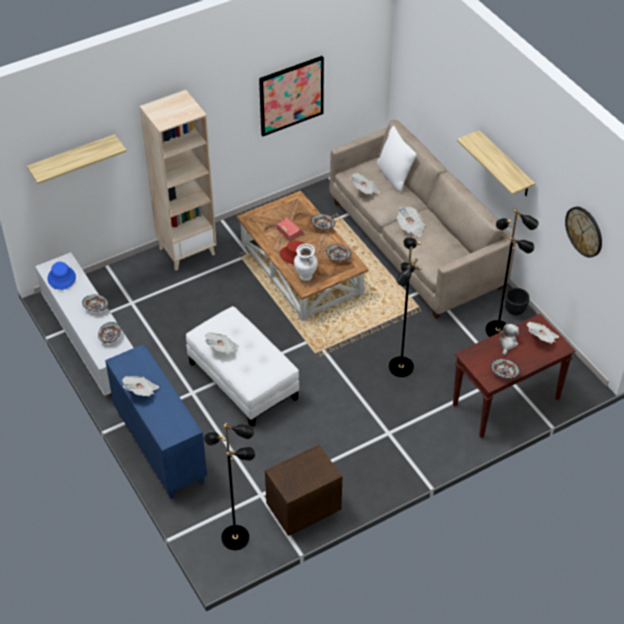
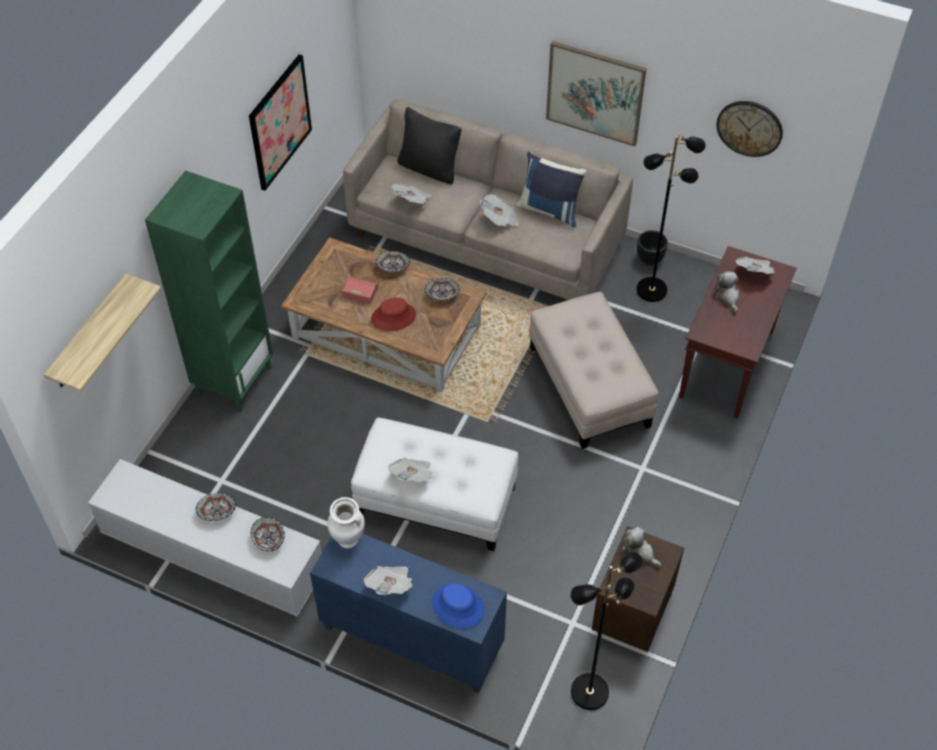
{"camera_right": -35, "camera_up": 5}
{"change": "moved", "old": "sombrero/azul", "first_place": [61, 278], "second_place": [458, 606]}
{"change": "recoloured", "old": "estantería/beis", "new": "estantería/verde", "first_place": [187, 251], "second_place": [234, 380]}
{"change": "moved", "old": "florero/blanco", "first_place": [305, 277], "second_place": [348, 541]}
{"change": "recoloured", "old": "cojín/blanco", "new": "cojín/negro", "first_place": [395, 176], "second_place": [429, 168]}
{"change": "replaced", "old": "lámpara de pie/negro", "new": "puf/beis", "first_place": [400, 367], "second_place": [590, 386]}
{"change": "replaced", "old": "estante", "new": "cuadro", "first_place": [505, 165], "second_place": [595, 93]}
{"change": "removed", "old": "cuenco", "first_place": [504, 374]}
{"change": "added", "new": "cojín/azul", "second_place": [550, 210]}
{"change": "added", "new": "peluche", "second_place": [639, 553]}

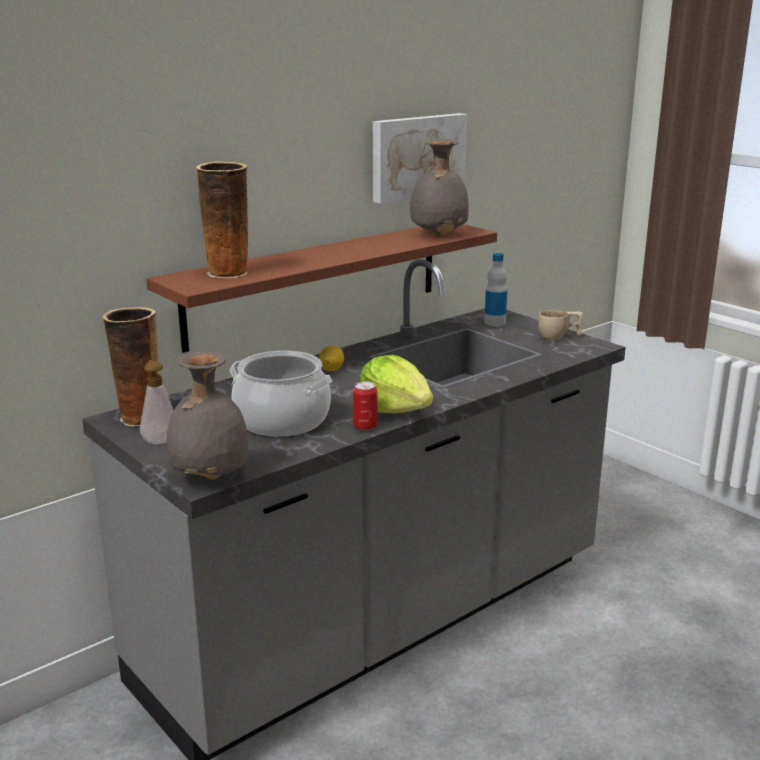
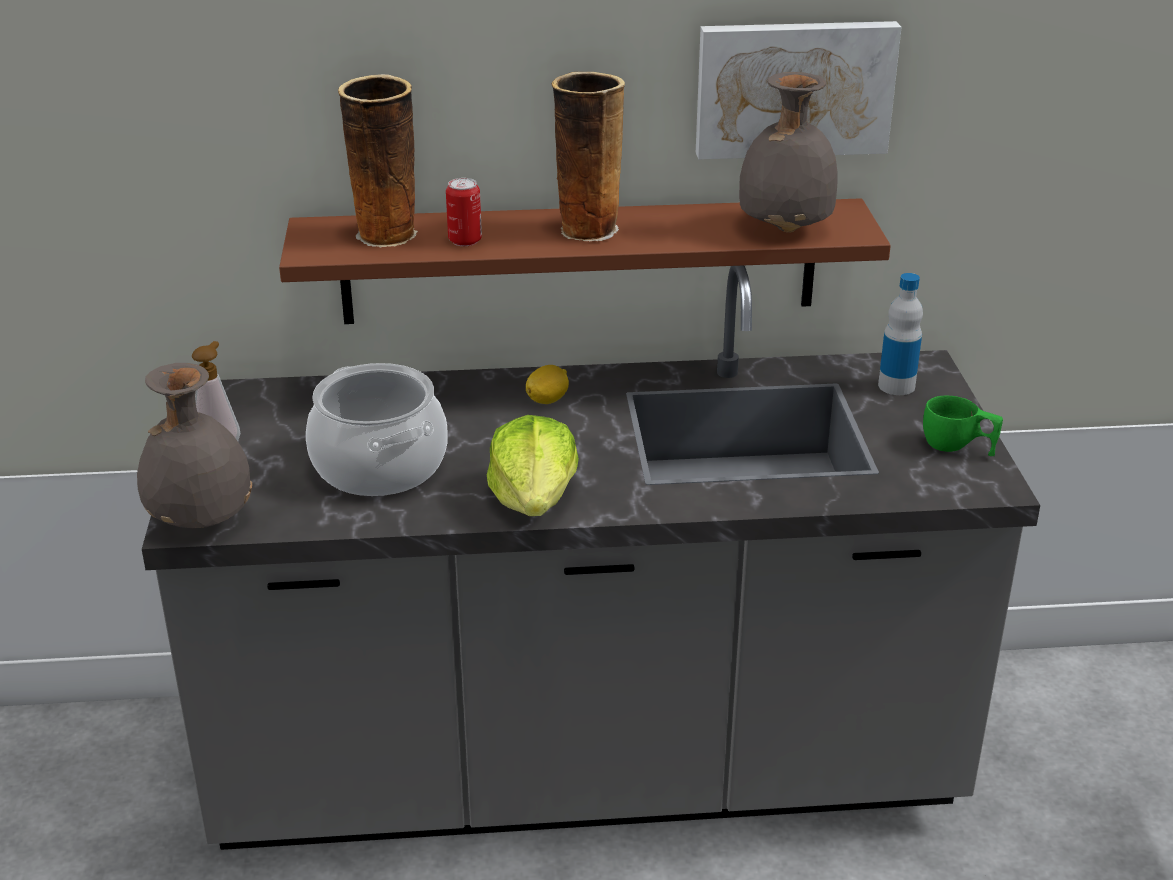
{"camera_right": 35, "camera_up": 10}
{"change": "moved", "old": "florero", "first_place": [139, 417], "second_place": [587, 229]}
{"change": "moved", "old": "lata", "first_place": [365, 426], "second_place": [465, 241]}
{"change": "recoloured", "old": "taza/beis", "new": "taza/verde", "first_place": [559, 336], "second_place": [958, 447]}

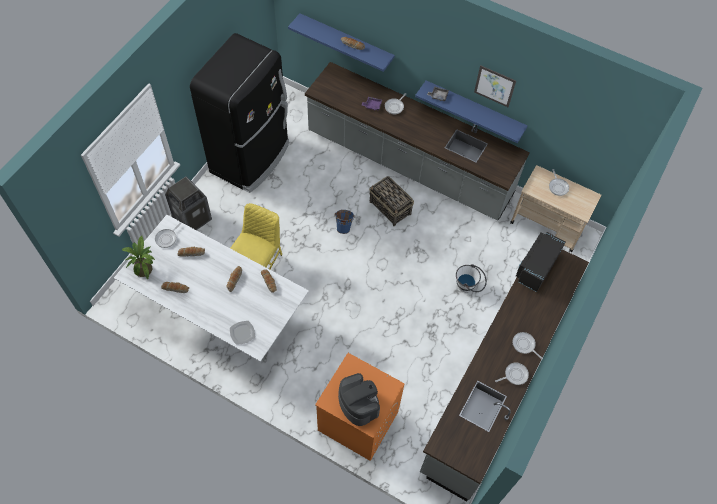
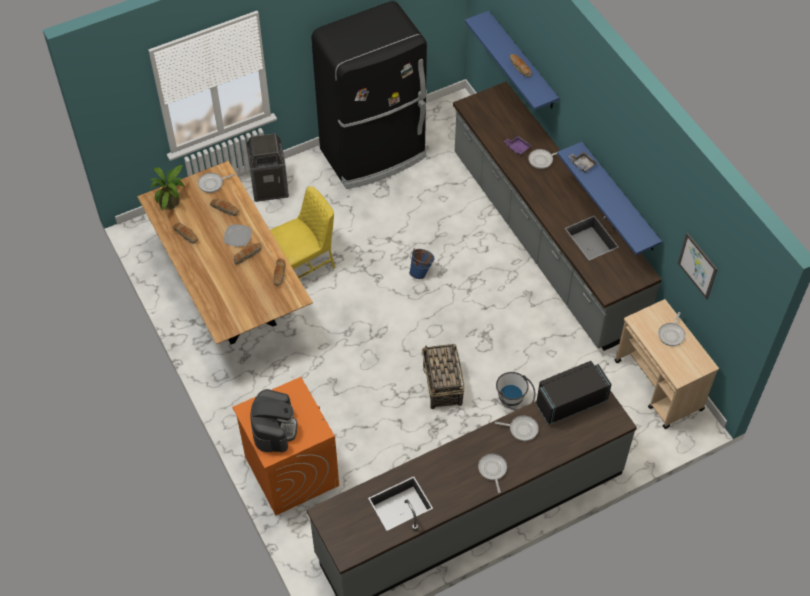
{"camera_right": 35, "camera_up": -5}
{"change": "recoloured", "old": "mesa de comedor/blanco", "new": "mesa de comedor/marrón", "first_place": [219, 313], "second_place": [230, 292]}
{"change": "moved", "old": "plato", "first_place": [242, 333], "second_place": [237, 236]}
{"change": "moved", "old": "cesta", "first_place": [390, 208], "second_place": [442, 385]}
{"change": "moved", "old": "cuadro", "first_place": [494, 86], "second_place": [697, 266]}
{"change": "moved", "old": "sartén", "first_place": [514, 375], "second_place": [521, 429]}

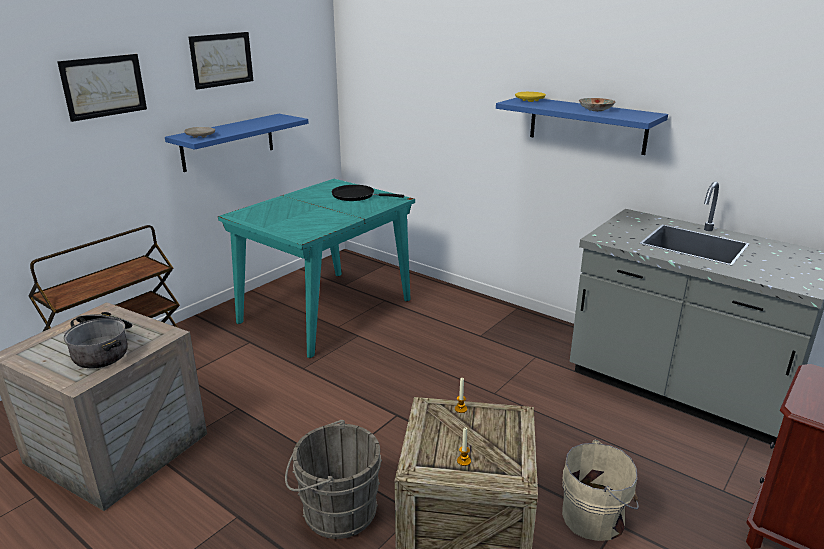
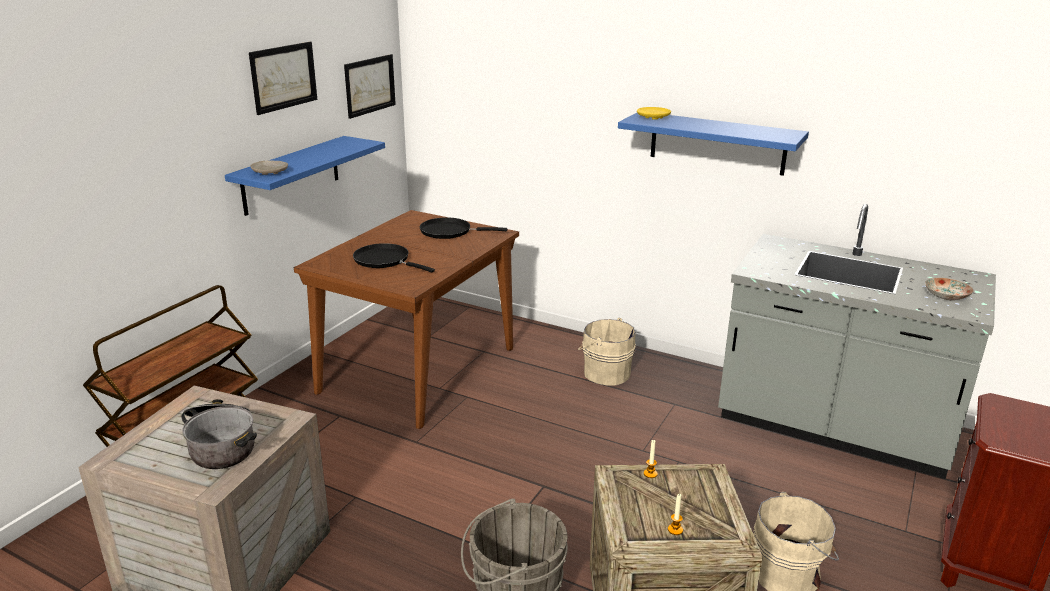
{"camera_right": -10, "camera_up": 0}
{"change": "moved", "old": "cuadro", "first_place": [104, 86], "second_place": [370, 85]}
{"change": "recoloured", "old": "mesa de comedor/turquesa", "new": "mesa de comedor/marrón", "first_place": [327, 310], "second_place": [419, 368]}
{"change": "moved", "old": "plato", "first_place": [595, 110], "second_place": [946, 296]}
{"change": "added", "new": "sartén/negro", "second_place": [385, 260]}
{"change": "added", "new": "cubo/beis", "second_place": [605, 372]}

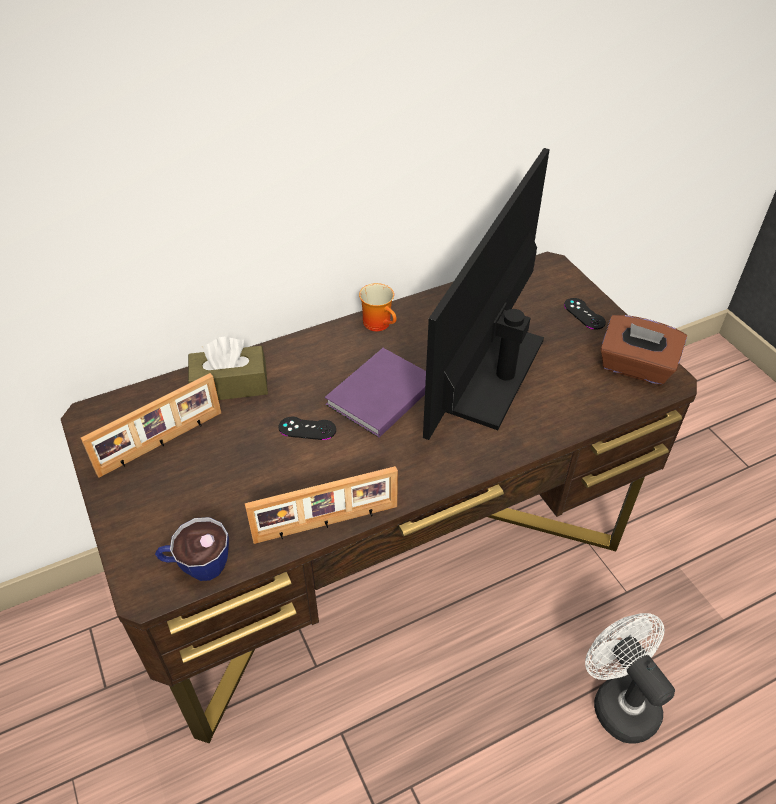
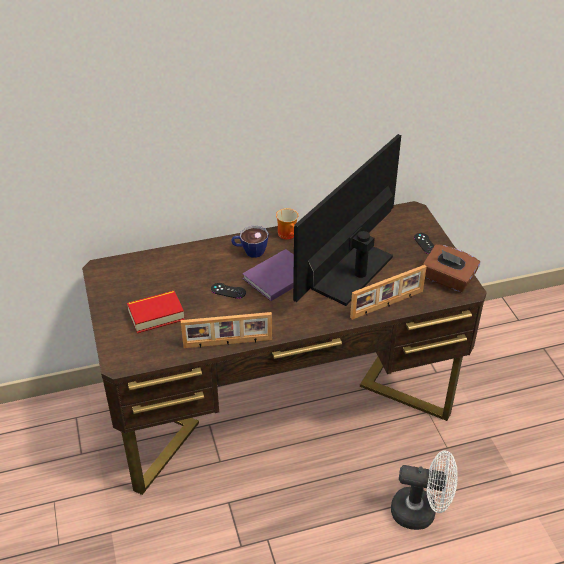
{"camera_right": 10, "camera_up": -5}
{"change": "moved", "old": "portarretratos", "first_place": [162, 444], "second_place": [387, 305]}
{"change": "moved", "old": "taza", "first_place": [197, 565], "second_place": [250, 251]}
{"change": "removed", "old": "caja de pañuelos/marrón", "first_place": [230, 385]}
{"change": "turned", "old": "ventilador/blanco", "first_place": [618, 700], "second_place": [421, 512], "degrees": 120}
{"change": "added", "new": "libro", "second_place": [156, 315]}

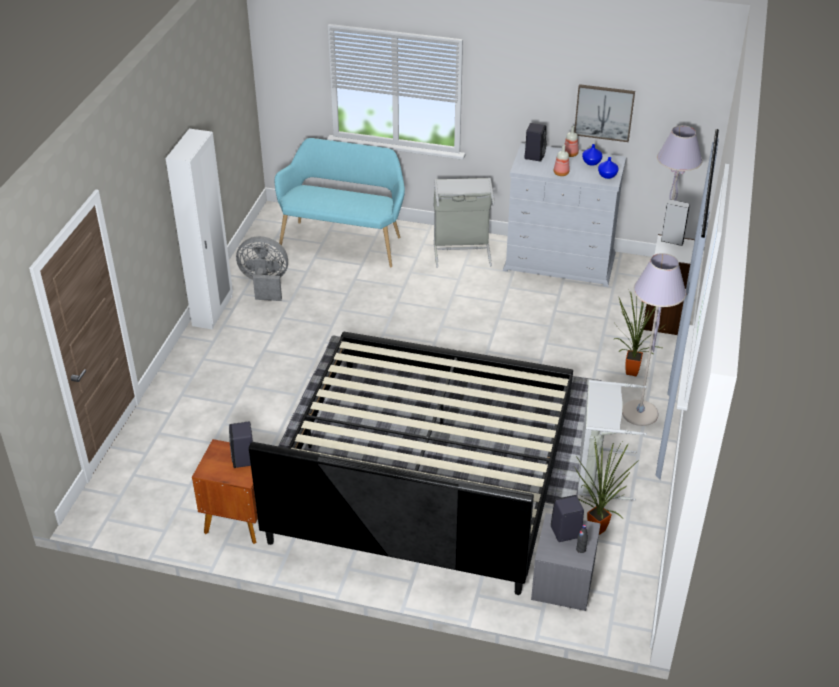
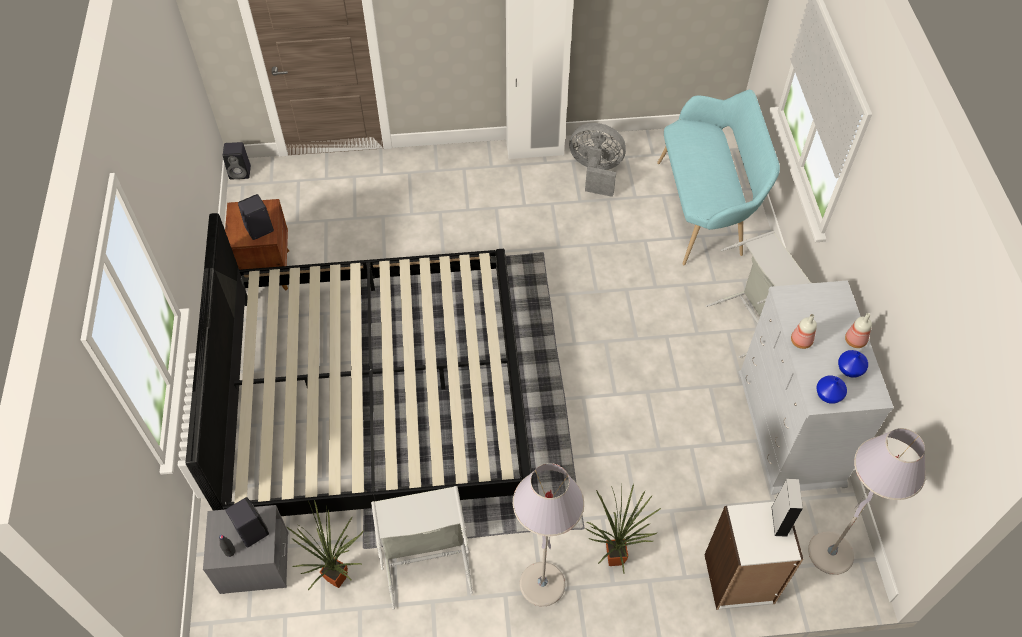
{"camera_right": 70, "camera_up": 15}
{"change": "turned", "old": "ventilador/gris", "first_place": [265, 284], "second_place": [595, 172], "degrees": -60}
{"change": "moved", "old": "altavoz/negro", "first_place": [534, 155], "second_place": [241, 172]}
{"change": "removed", "old": "cuadro", "first_place": [604, 112]}

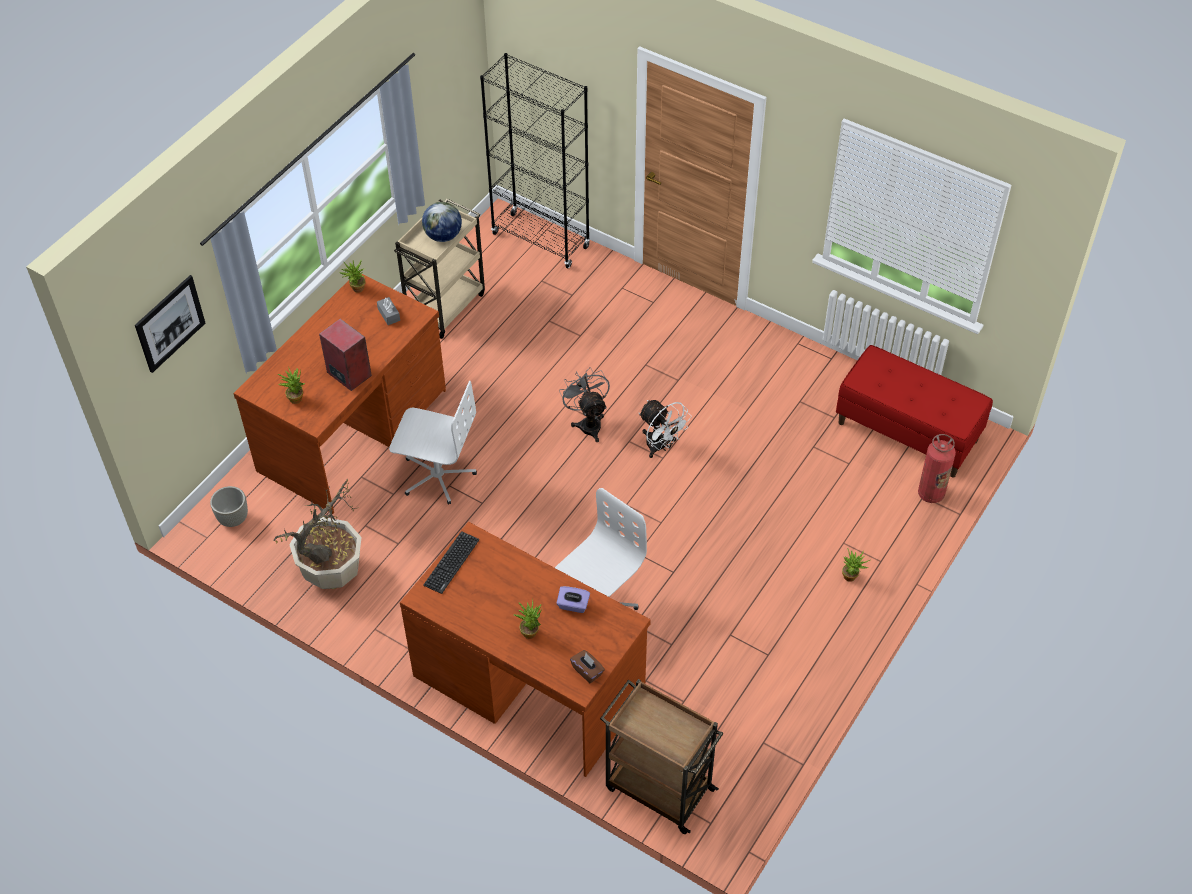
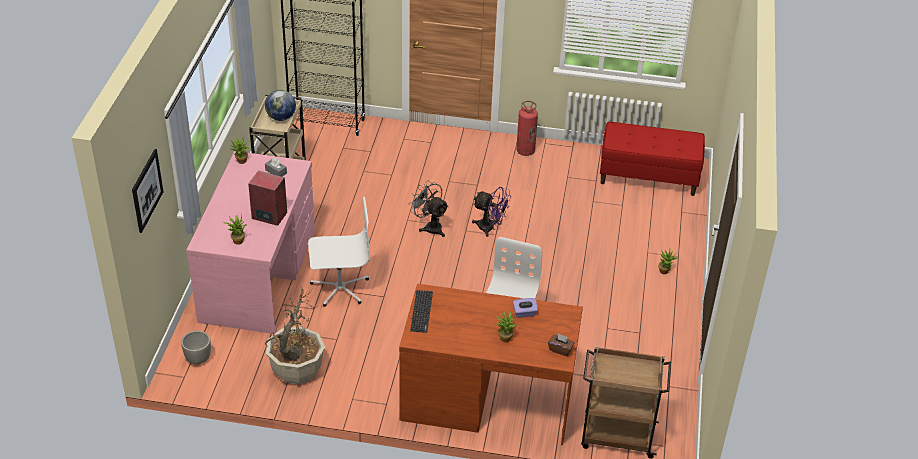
{"camera_right": -25, "camera_up": -10}
{"change": "recoloured", "old": "escritorio/marrón", "new": "escritorio/rosa", "first_place": [354, 430], "second_place": [259, 276]}
{"change": "recoloured", "old": "ventilador/blanco", "new": "ventilador/morado", "first_place": [661, 447], "second_place": [490, 228]}
{"change": "moved", "old": "extintor", "first_place": [931, 493], "second_place": [525, 151]}

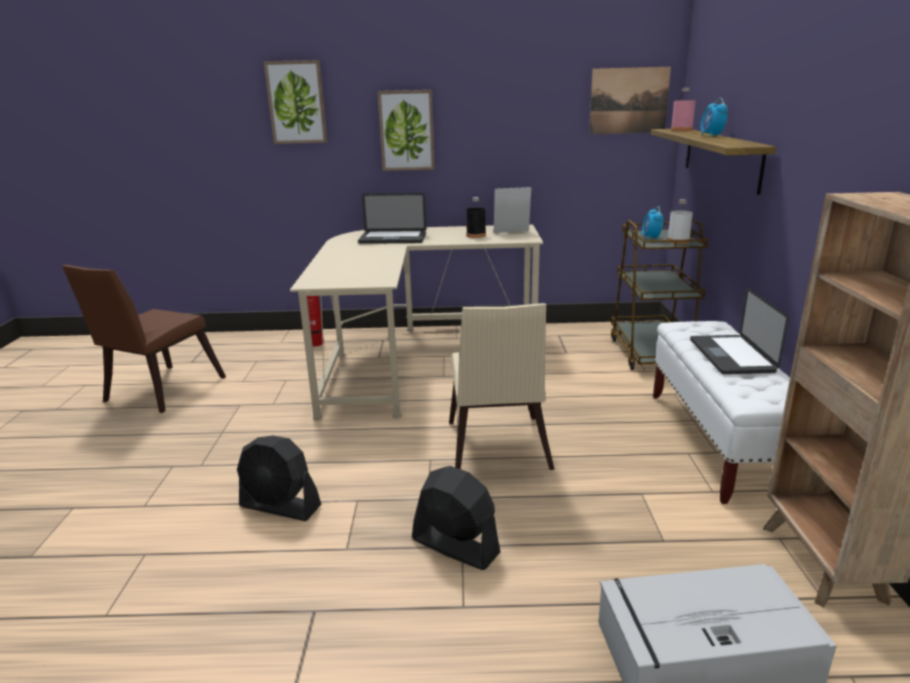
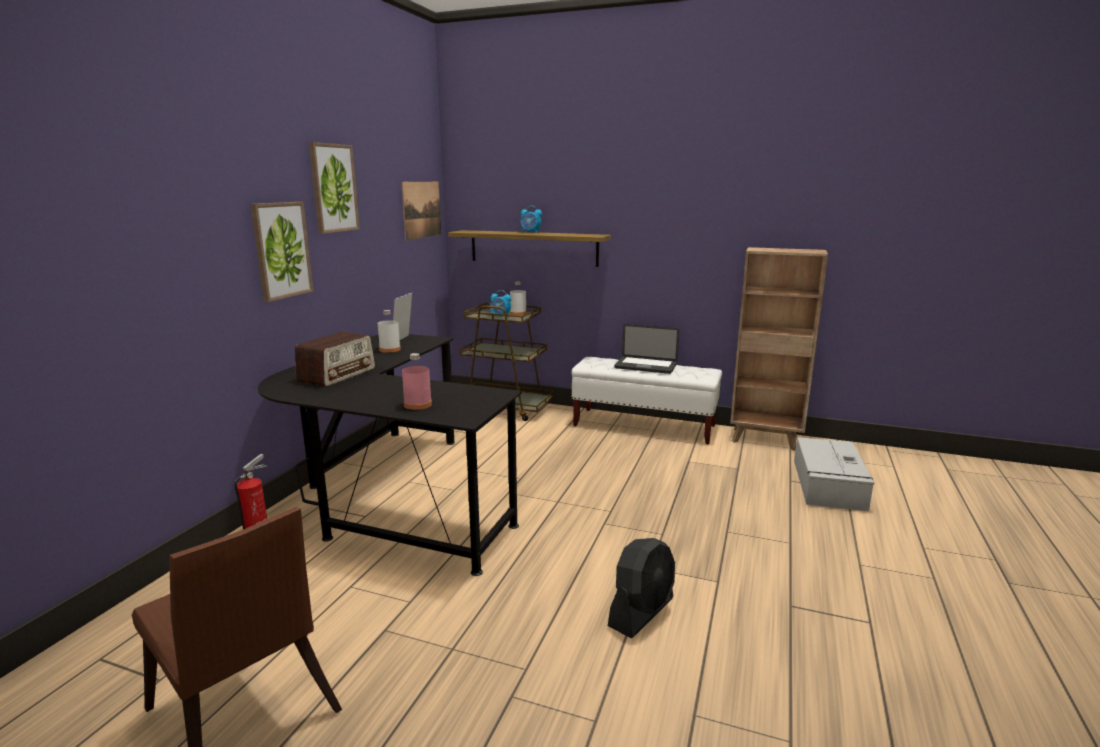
{"camera_right": -70, "camera_up": -5}
{"change": "moved", "old": "cuadro", "first_place": [296, 102], "second_place": [333, 188]}
{"change": "recoloured", "old": "escritorio/beis", "new": "escritorio/negro", "first_place": [414, 357], "second_place": [391, 496]}
{"change": "replaced", "old": "portátil", "new": "radio", "first_place": [393, 239], "second_place": [338, 375]}
{"change": "removed", "old": "ventilador/negro", "first_place": [455, 546]}
{"change": "removed", "old": "silla/beis", "first_place": [496, 450]}
{"change": "recoloured", "old": "botella/negro", "new": "botella/blanco", "first_place": [476, 235], "second_place": [390, 349]}
{"change": "moved", "old": "botella/rosa", "first_place": [681, 130], "second_place": [417, 405]}

